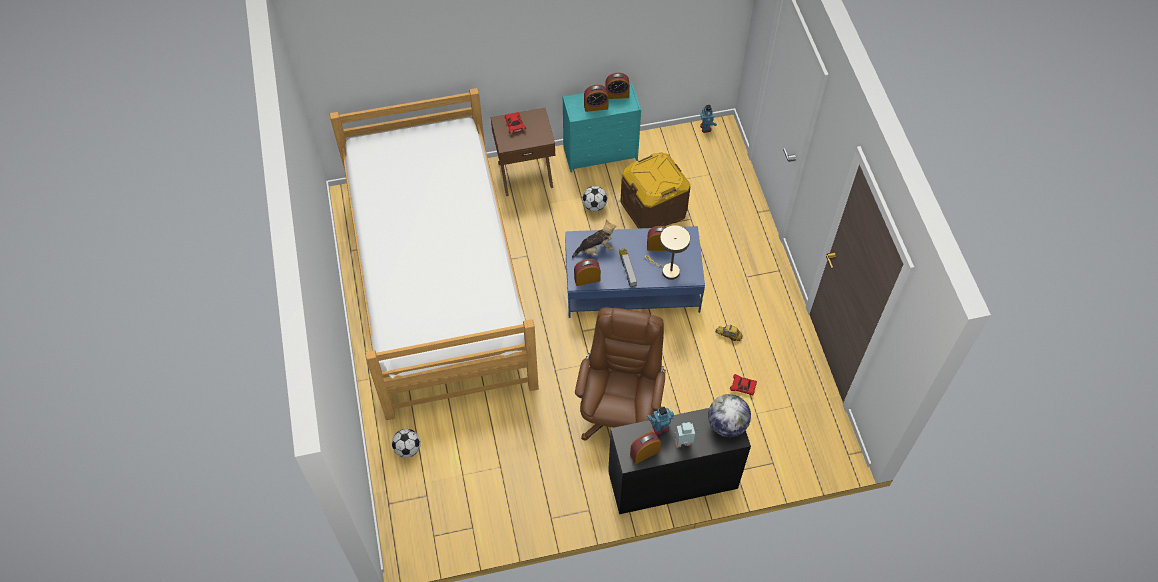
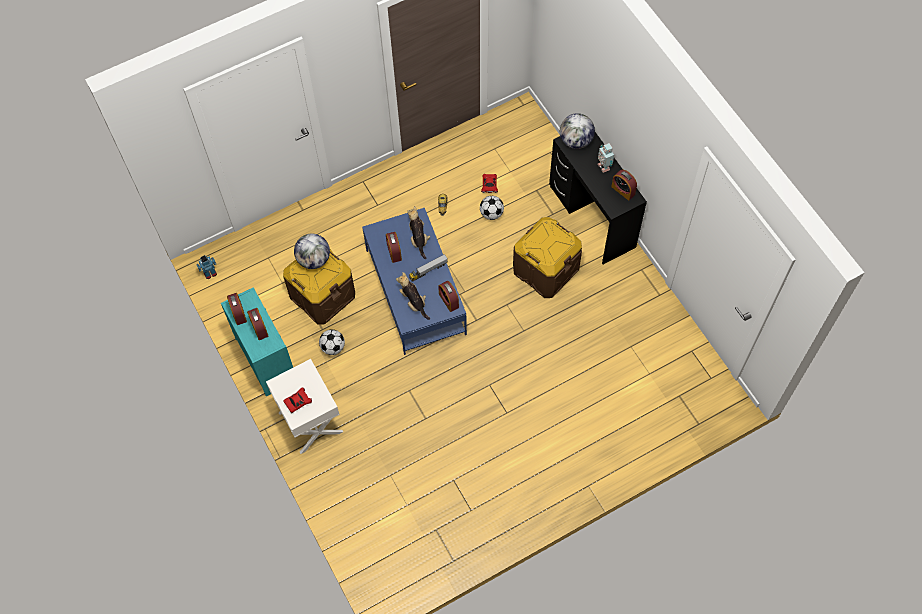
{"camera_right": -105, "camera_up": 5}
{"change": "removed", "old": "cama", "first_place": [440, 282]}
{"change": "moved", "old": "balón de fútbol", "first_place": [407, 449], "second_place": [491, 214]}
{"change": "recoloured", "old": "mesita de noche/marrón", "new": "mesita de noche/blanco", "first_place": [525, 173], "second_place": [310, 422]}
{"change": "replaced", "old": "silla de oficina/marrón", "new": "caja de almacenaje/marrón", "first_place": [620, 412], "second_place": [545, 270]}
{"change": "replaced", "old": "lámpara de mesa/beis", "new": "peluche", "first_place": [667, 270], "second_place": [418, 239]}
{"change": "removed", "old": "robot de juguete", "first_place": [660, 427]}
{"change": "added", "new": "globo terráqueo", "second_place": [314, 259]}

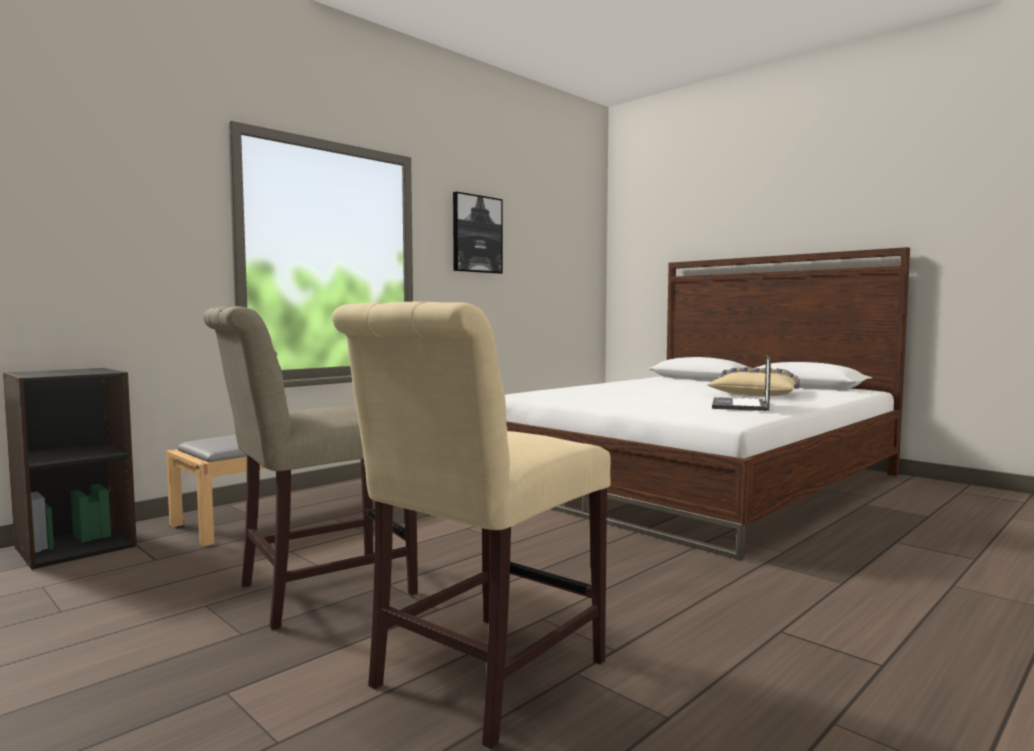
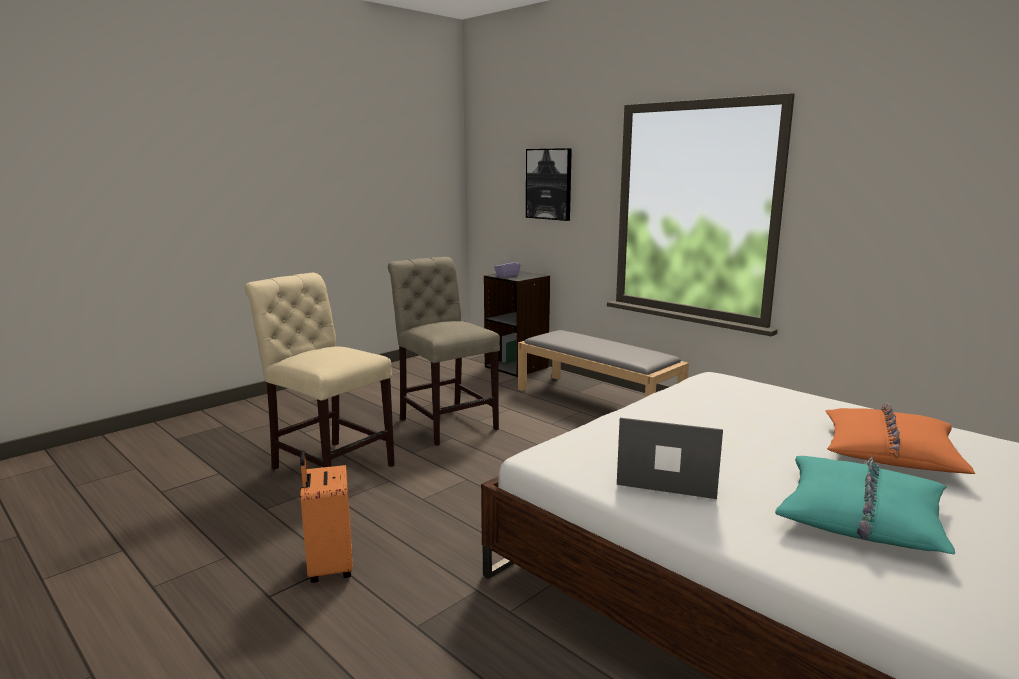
{"camera_right": 90, "camera_up": 10}
{"change": "moved", "old": "cuadro", "first_place": [476, 234], "second_place": [549, 184]}
{"change": "recoloured", "old": "cojín/beis", "new": "cojín/turquesa", "first_place": [756, 394], "second_place": [861, 517]}
{"change": "added", "new": "maleta/naranja", "second_place": [329, 567]}
{"change": "added", "new": "caja de pañuelos/morado", "second_place": [507, 276]}
{"change": "added", "new": "cojín/naranja", "second_place": [889, 452]}

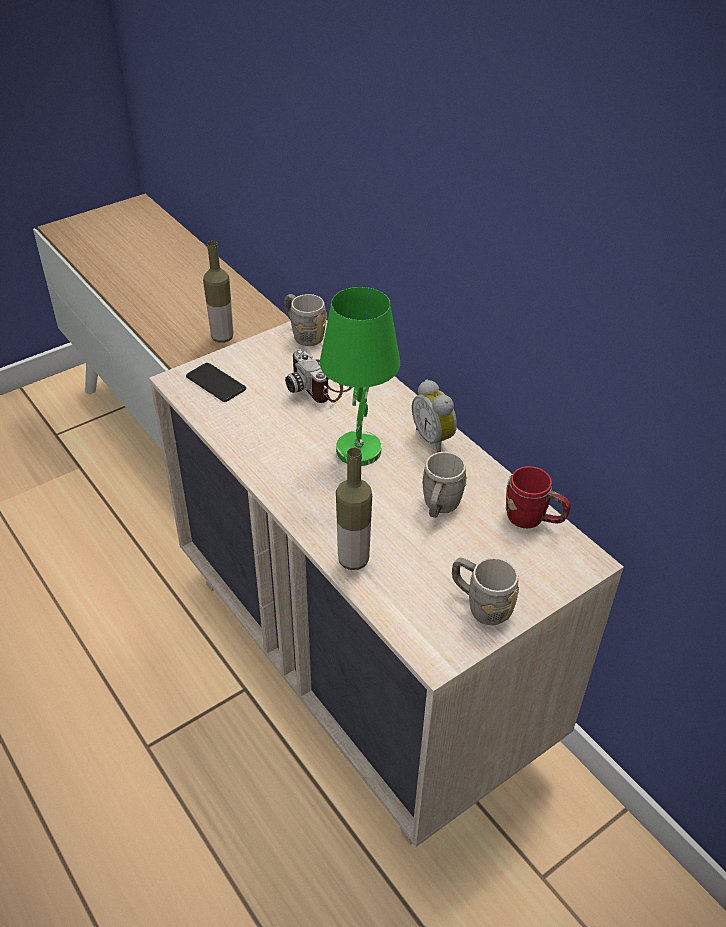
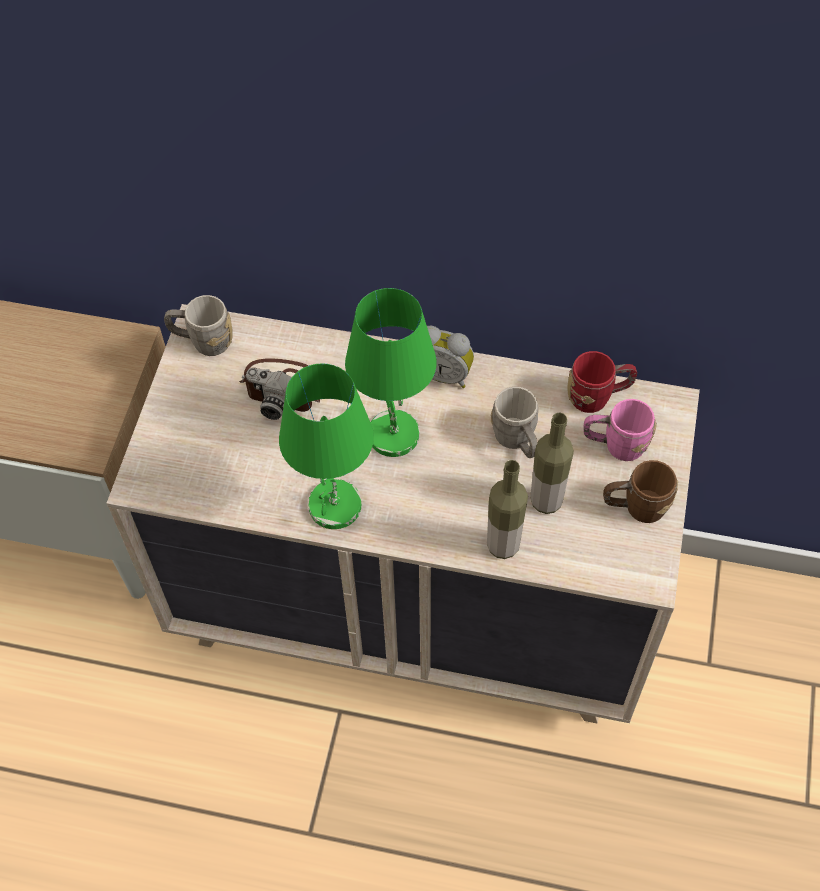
{"camera_right": -40, "camera_up": 15}
{"change": "removed", "old": "móvil", "first_place": [216, 383]}
{"change": "moved", "old": "botella", "first_place": [222, 337], "second_place": [546, 501]}
{"change": "recoloured", "old": "taza grande/gris", "new": "taza grande/marrón", "first_place": [481, 605], "second_place": [635, 507]}
{"change": "added", "new": "lámpara de mesa/verde", "second_place": [335, 507]}
{"change": "added", "new": "taza grande/rosa", "second_place": [615, 445]}

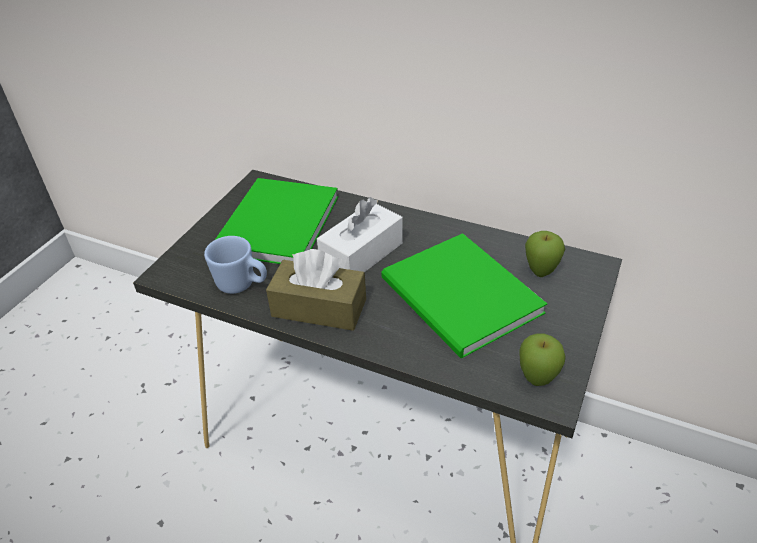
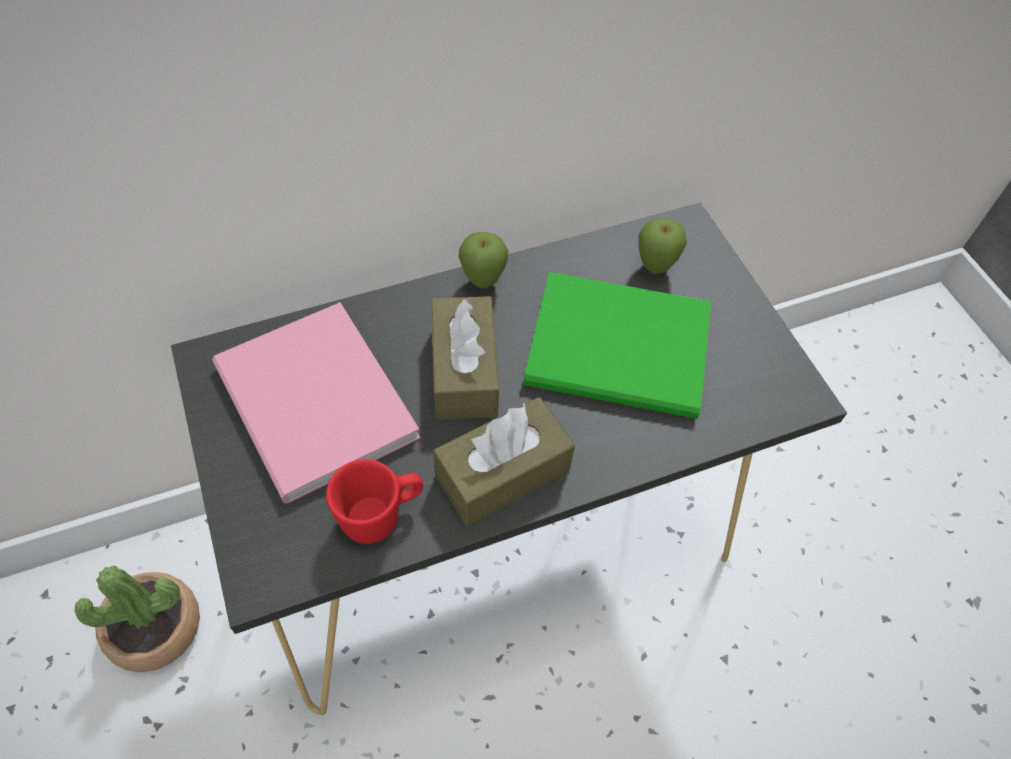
{"camera_right": -50, "camera_up": 15}
{"change": "recoloured", "old": "taza grande/azul", "new": "taza grande/rojo", "first_place": [242, 285], "second_place": [381, 515]}
{"change": "recoloured", "old": "libro/verde", "new": "libro/rosa", "first_place": [273, 226], "second_place": [313, 408]}
{"change": "recoloured", "old": "caja de pañuelos/blanco", "new": "caja de pañuelos/marrón", "first_place": [361, 254], "second_place": [464, 371]}
{"change": "moved", "old": "manzana", "first_place": [536, 380], "second_place": [483, 282]}
{"change": "added", "new": "planta en maceta", "second_place": [155, 627]}

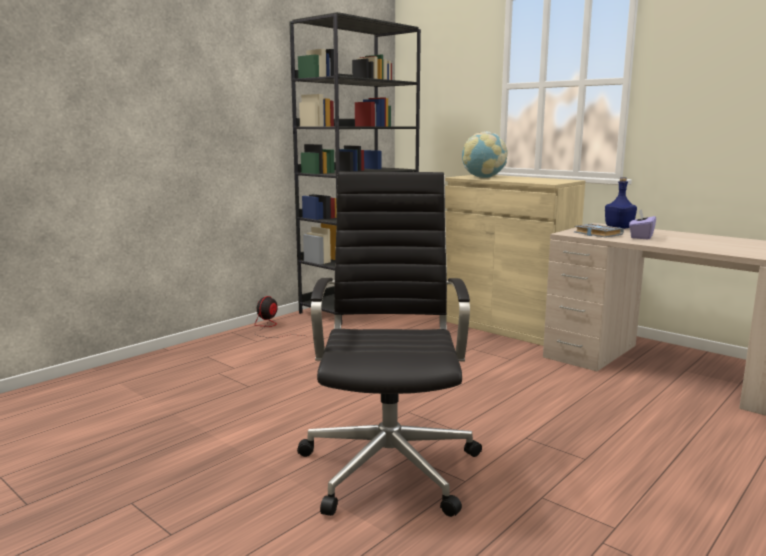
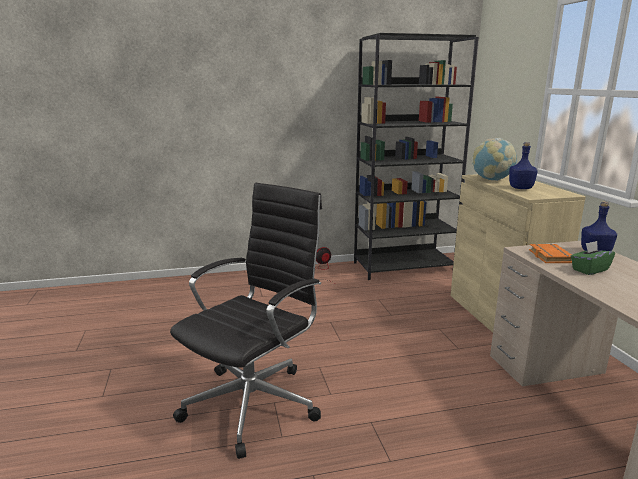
{"camera_right": 35, "camera_up": 5}
{"change": "recoloured", "old": "libro/gris", "new": "libro/naranja", "first_place": [596, 234], "second_place": [548, 256]}
{"change": "recoloured", "old": "caja de pañuelos/morado", "new": "caja de pañuelos/verde", "first_place": [641, 237], "second_place": [589, 270]}
{"change": "added", "new": "botella/azul", "second_place": [521, 188]}

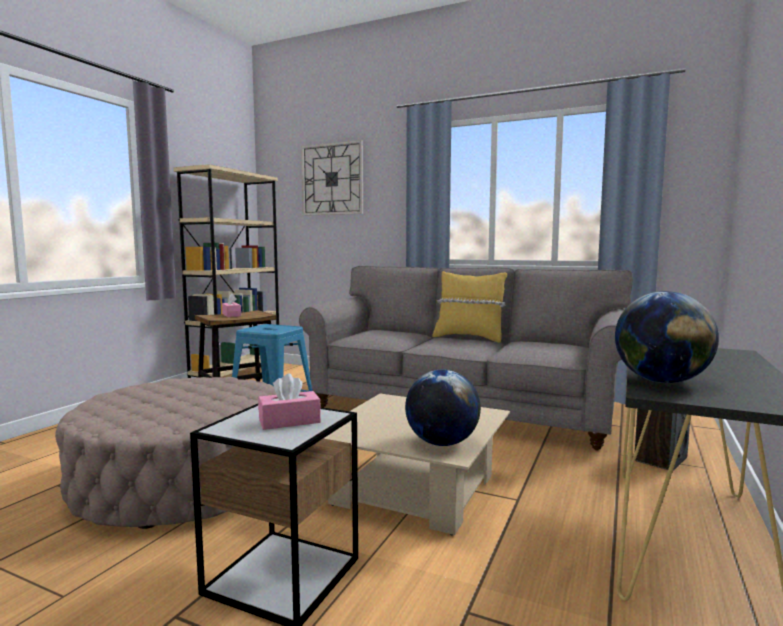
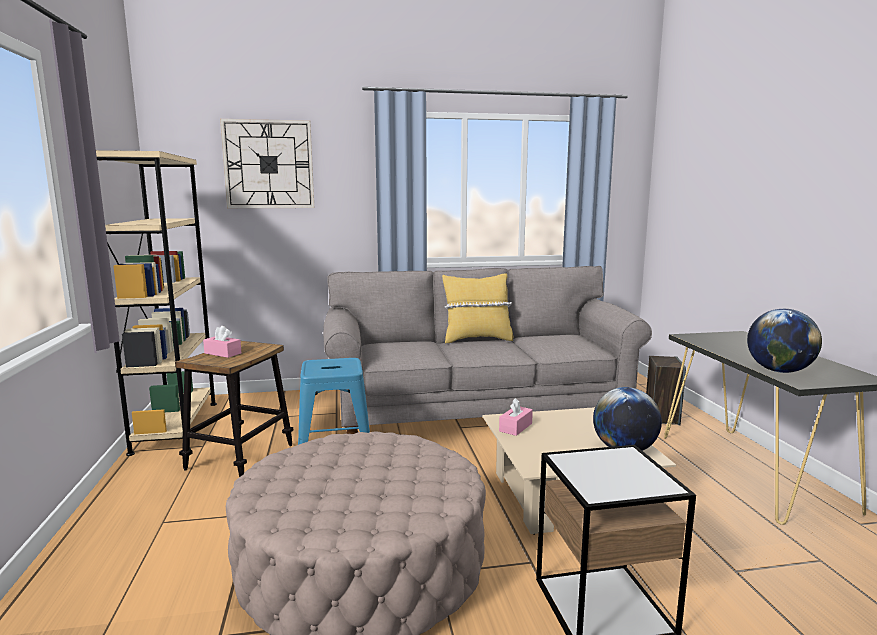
{"camera_right": -35, "camera_up": 5}
{"change": "moved", "old": "caja de pañuelos/rosa", "first_place": [289, 421], "second_place": [515, 427]}

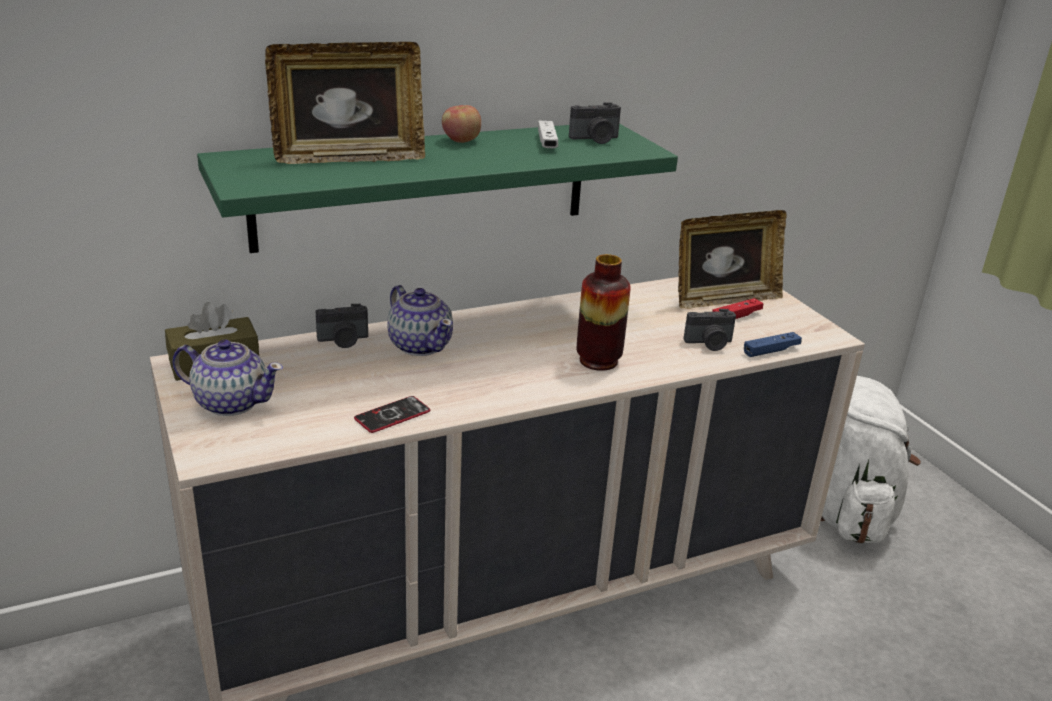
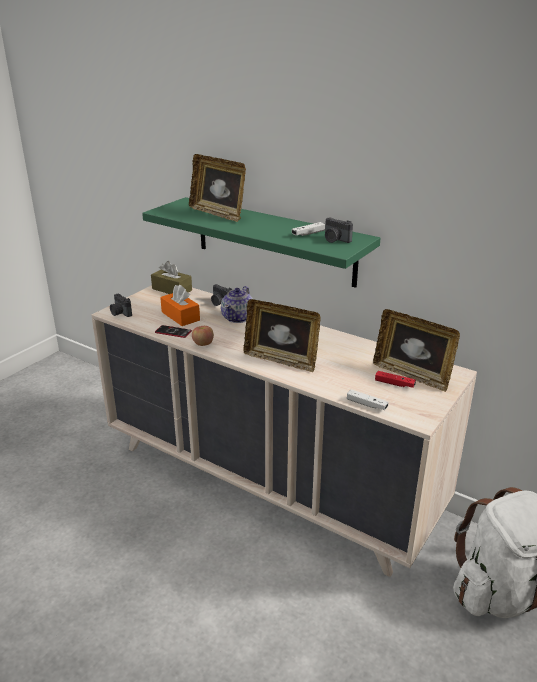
{"camera_right": 60, "camera_up": 0}
{"change": "removed", "old": "tetera", "first_place": [231, 402]}
{"change": "moved", "old": "manzana", "first_place": [461, 140], "second_place": [203, 344]}
{"change": "replaced", "old": "florero", "new": "portarretratos", "first_place": [598, 361], "second_place": [281, 360]}
{"change": "moved", "old": "cámara", "first_place": [709, 344], "second_place": [120, 313]}
{"change": "recoloured", "old": "mando de consola/azul", "new": "mando de consola/blanco", "first_place": [771, 350], "second_place": [366, 404]}
{"change": "added", "new": "caja de pañuelos/naranja", "second_place": [180, 316]}

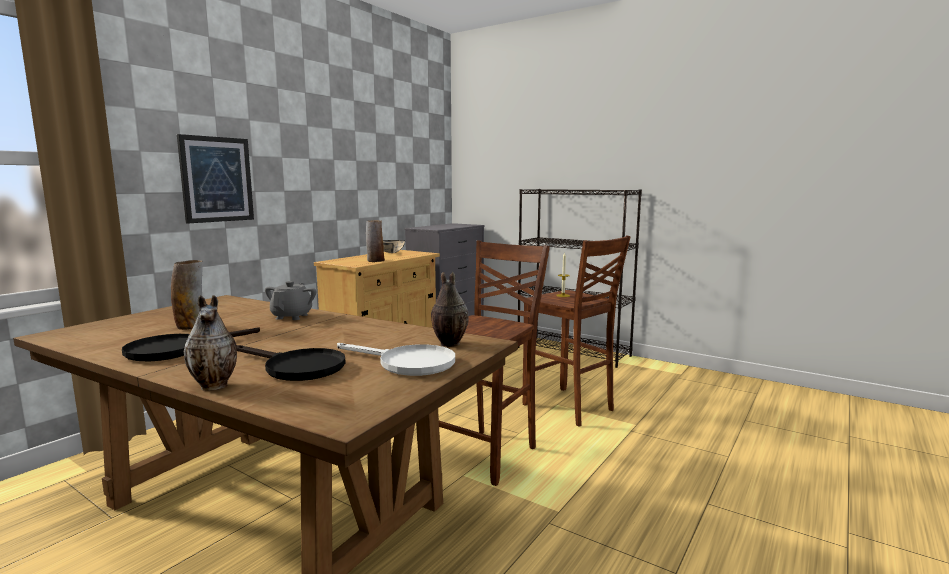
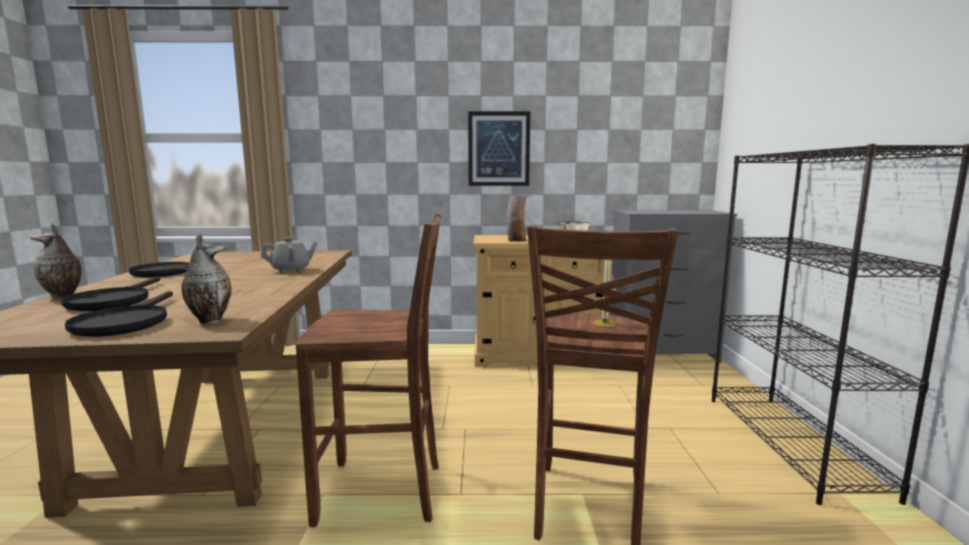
{"camera_right": 55, "camera_up": 0}
{"change": "removed", "old": "florero", "first_place": [191, 326]}
{"change": "moved", "old": "cuadro", "first_place": [216, 179], "second_place": [499, 149]}
{"change": "recoloured", "old": "sartén/blanco", "new": "sartén/negro", "first_place": [407, 363], "second_place": [126, 322]}

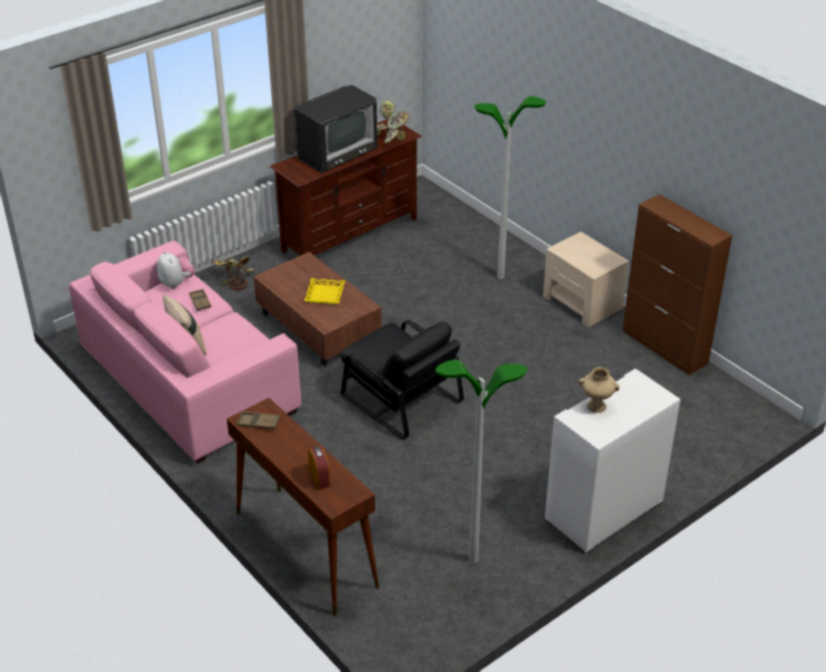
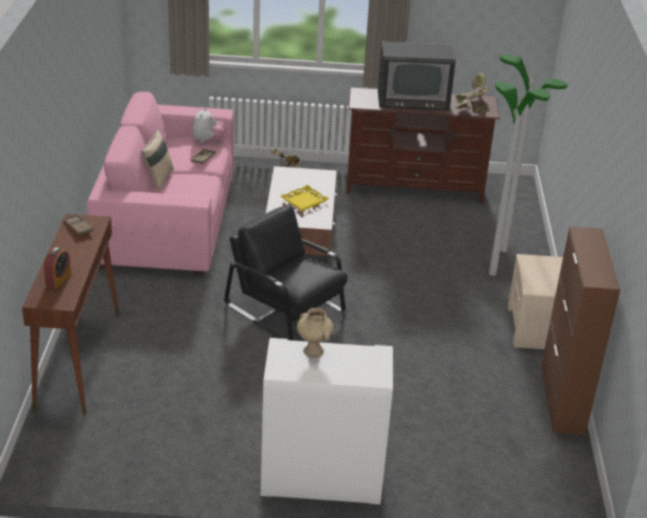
{"camera_right": 40, "camera_up": -5}
{"change": "turned", "old": "sillón/negro", "first_place": [399, 397], "second_place": [287, 308], "degrees": 135}
{"change": "moved", "old": "lámpara de pie", "first_place": [473, 559], "second_place": [503, 250]}

